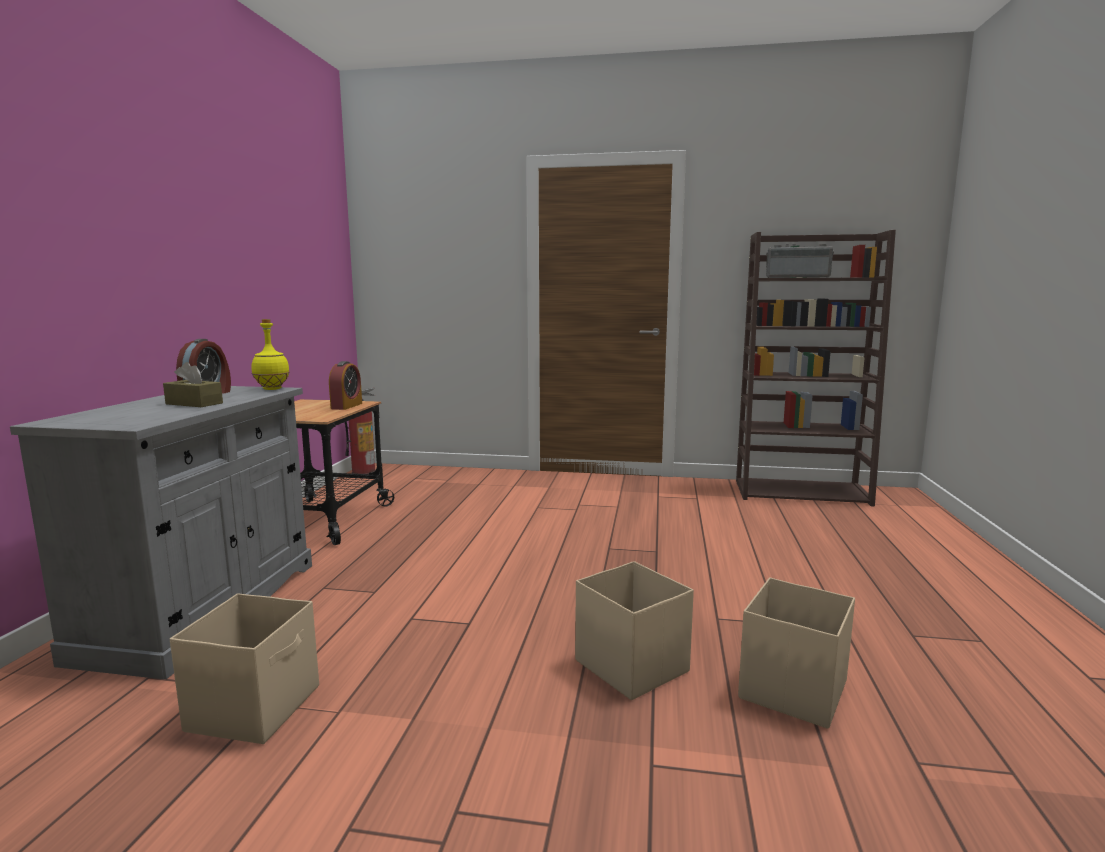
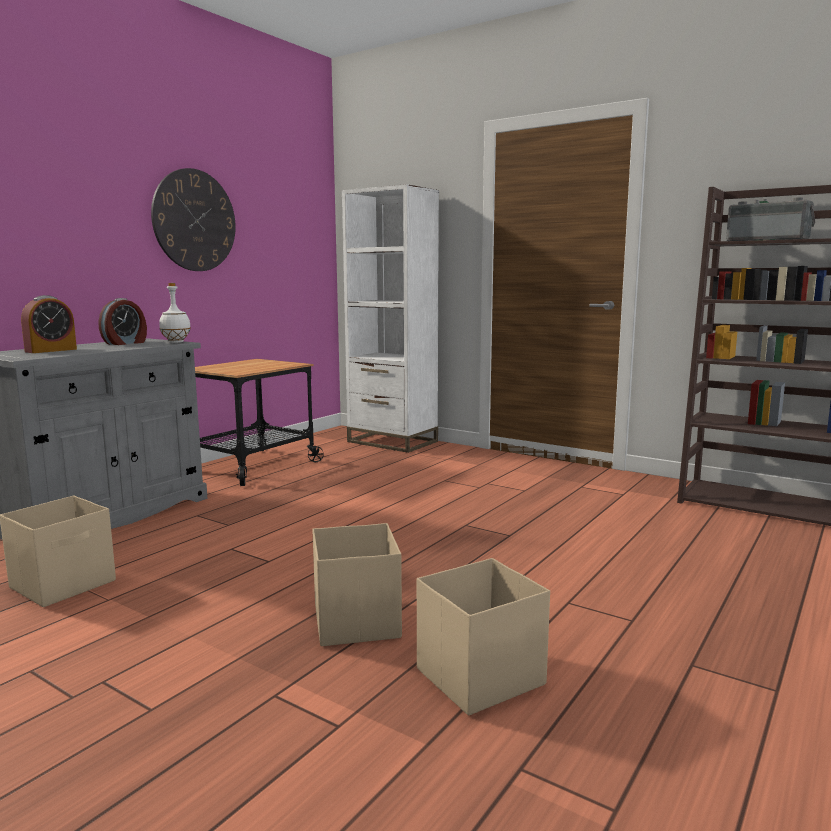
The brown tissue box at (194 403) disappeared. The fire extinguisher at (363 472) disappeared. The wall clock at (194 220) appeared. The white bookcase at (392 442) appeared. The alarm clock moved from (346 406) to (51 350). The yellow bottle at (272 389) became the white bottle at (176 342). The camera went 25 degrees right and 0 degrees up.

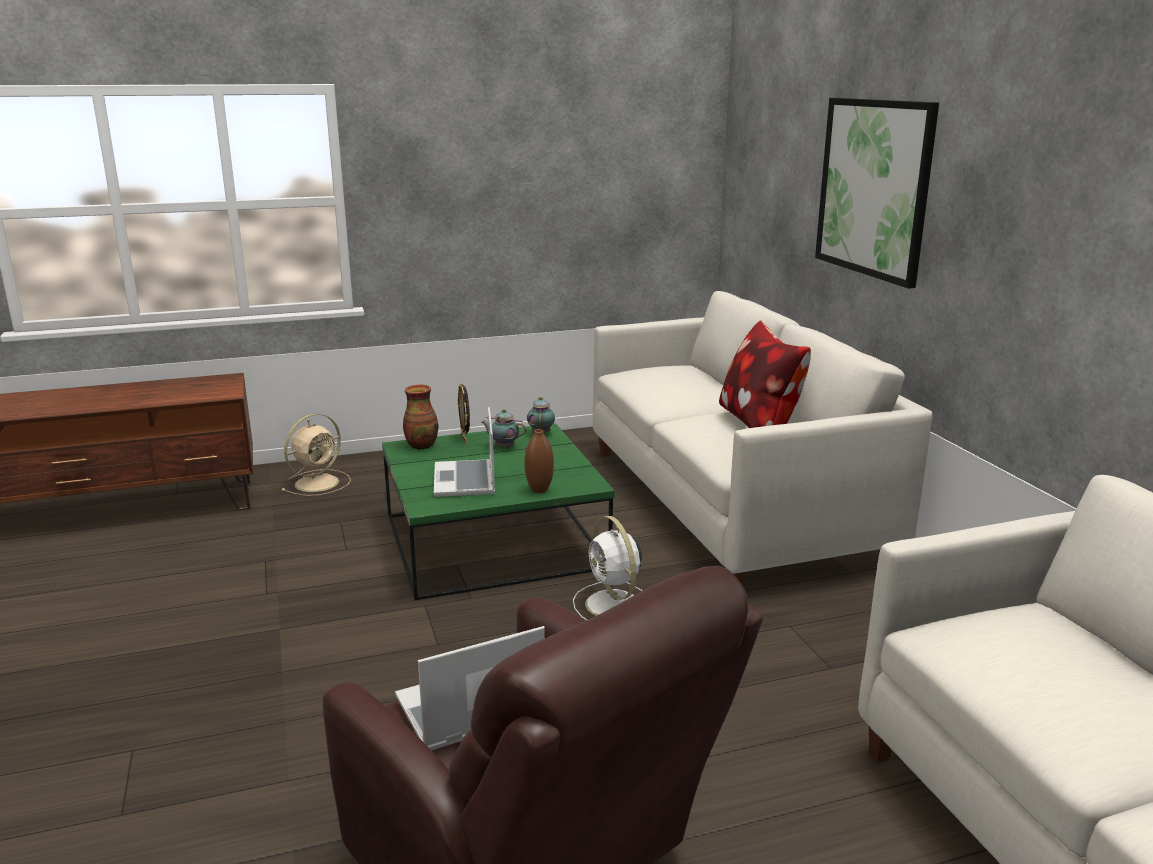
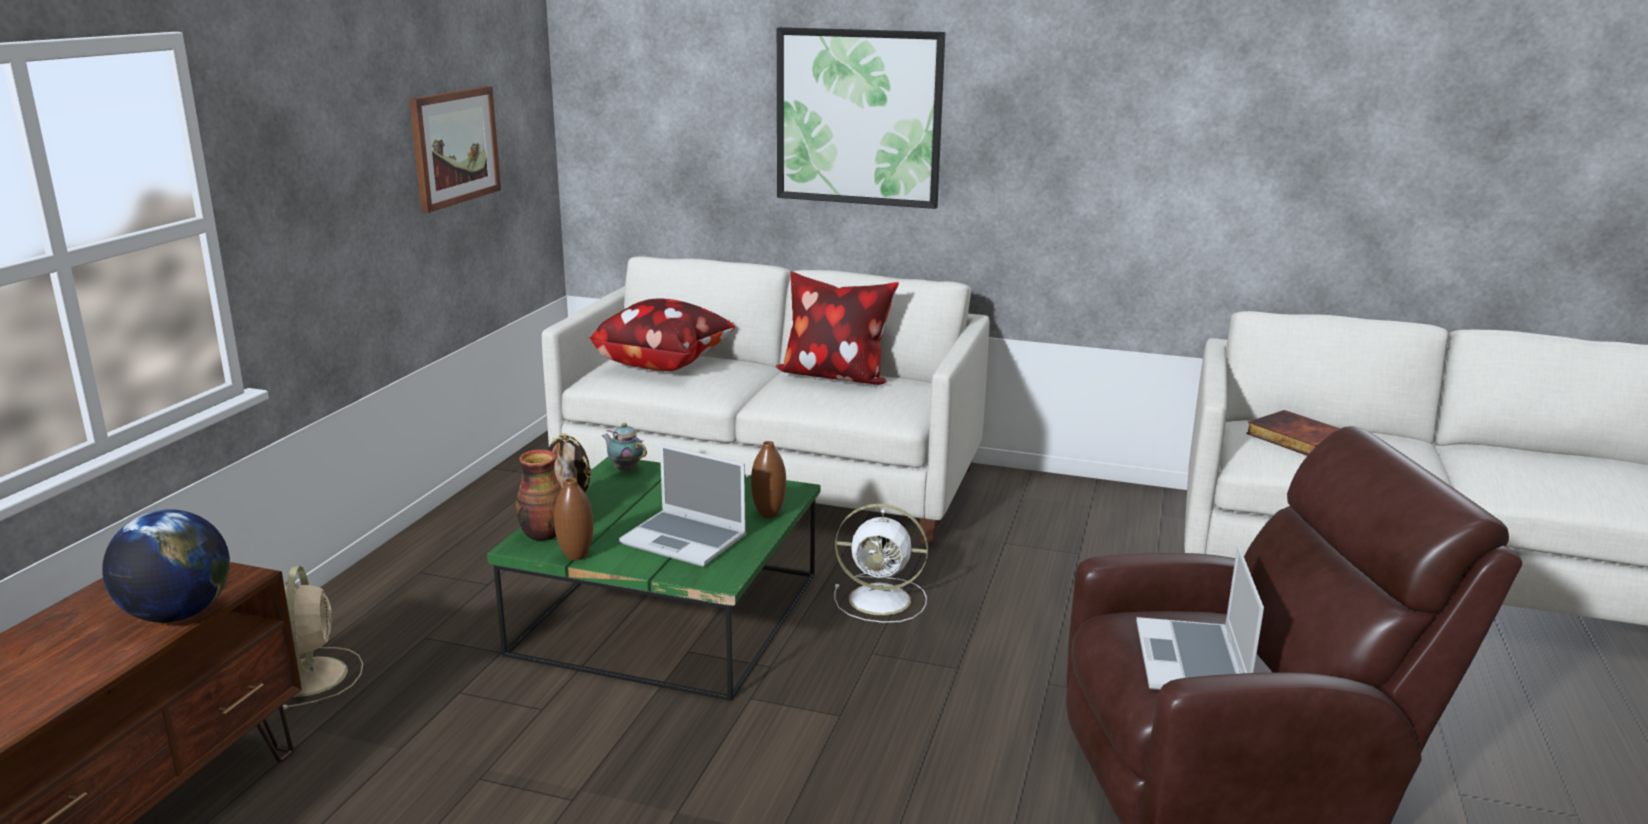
The teapot at (503 447) disappeared. The globe at (177 614) appeared. The picture at (454 147) appeared. The brown vase at (576 556) appeared. The pillow at (663 364) appeared. The book at (1295 439) appeared. The camera went 55 degrees left and 0 degrees up.

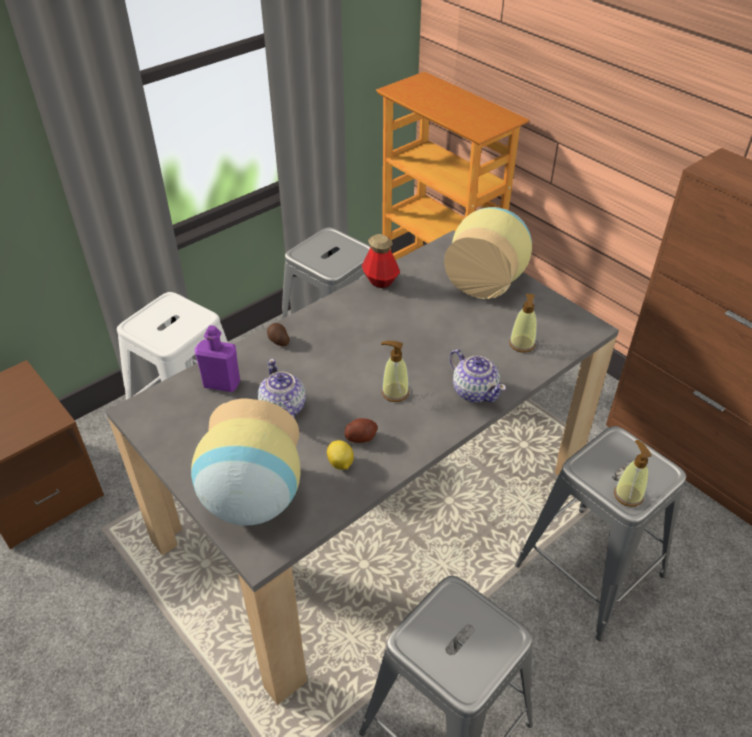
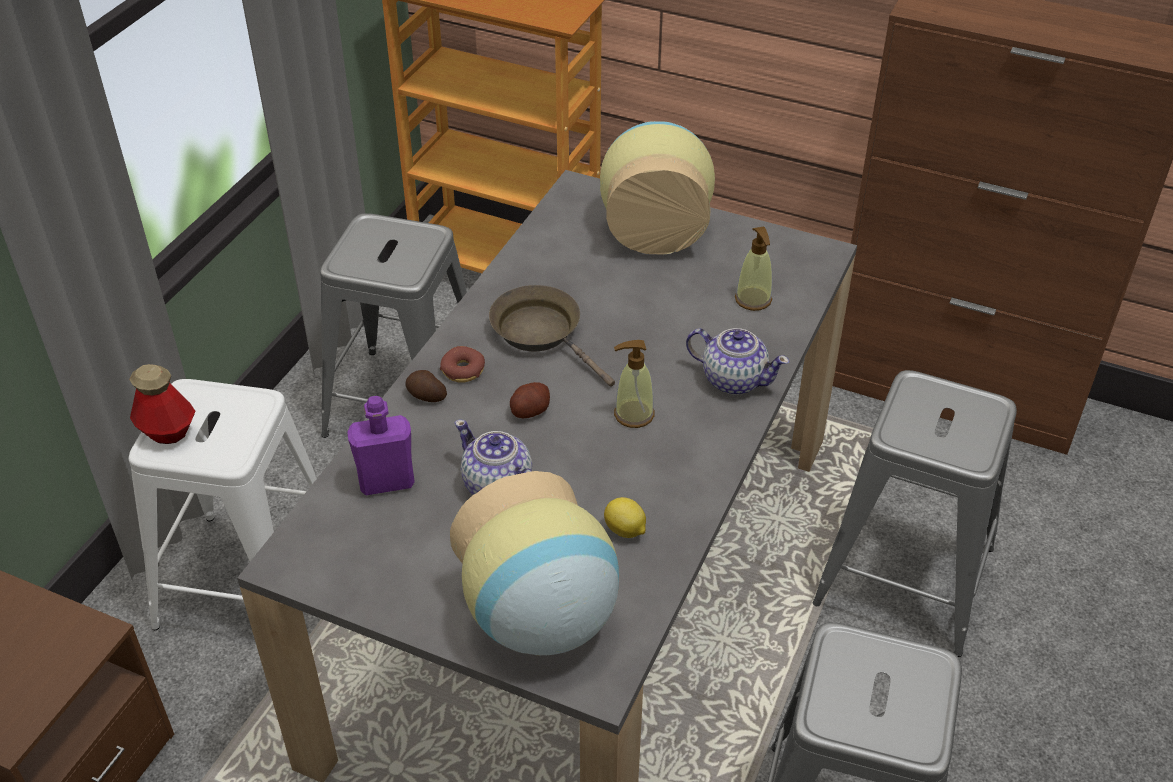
The soap dispenser at (628 495) disappeared. The donut at (463 370) appeared. The brown frying pan at (542 333) appeared. The potato moved from (361 437) to (530 410). The bottle moved from (380 281) to (168 431). The camera went 25 degrees left and 0 degrees up.

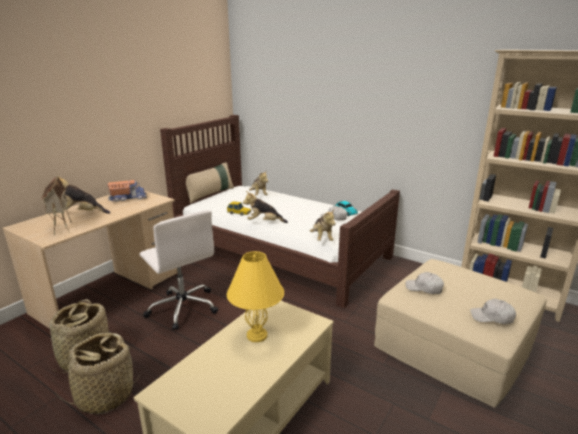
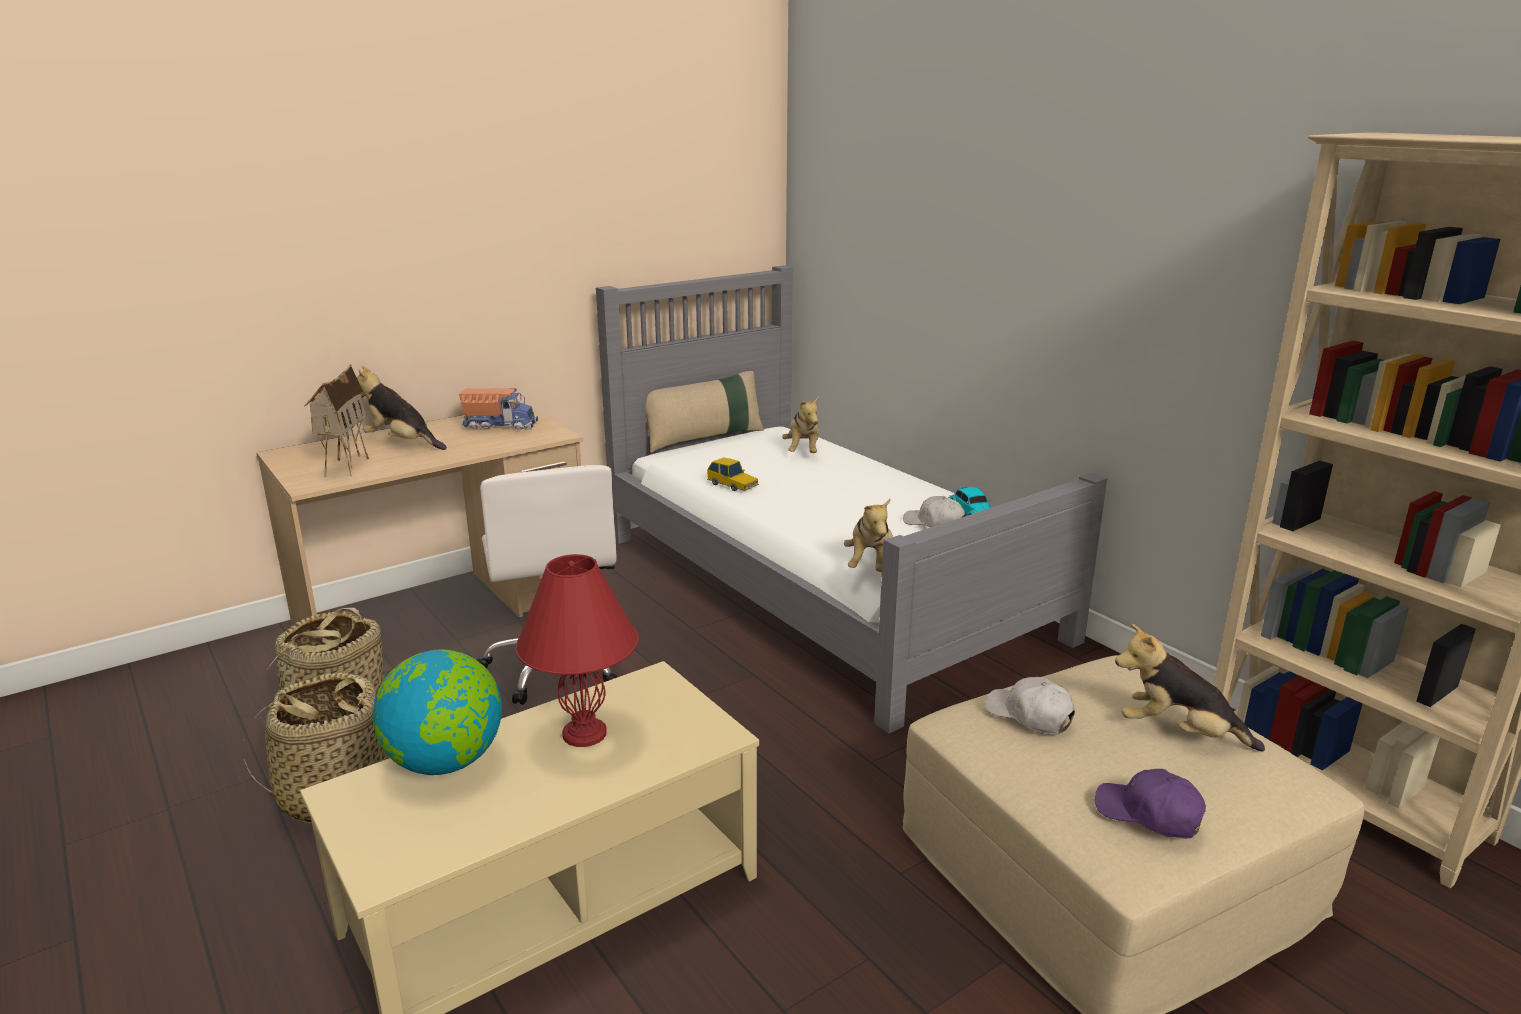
The globe at (446 762) appeared. The plush toy moved from (264 222) to (1178 733). The brown bed at (279 251) became the grey bed at (821 584). The yellow table lamp at (256 335) became the red table lamp at (585 733). The white cap at (492 317) became the purple cap at (1148 814). The camera went 20 degrees right and 0 degrees up.

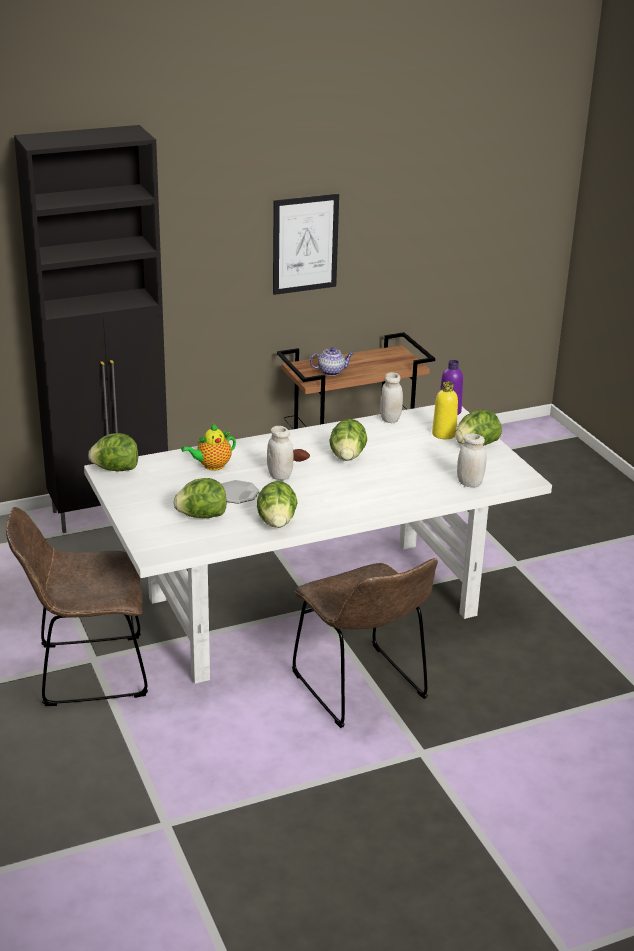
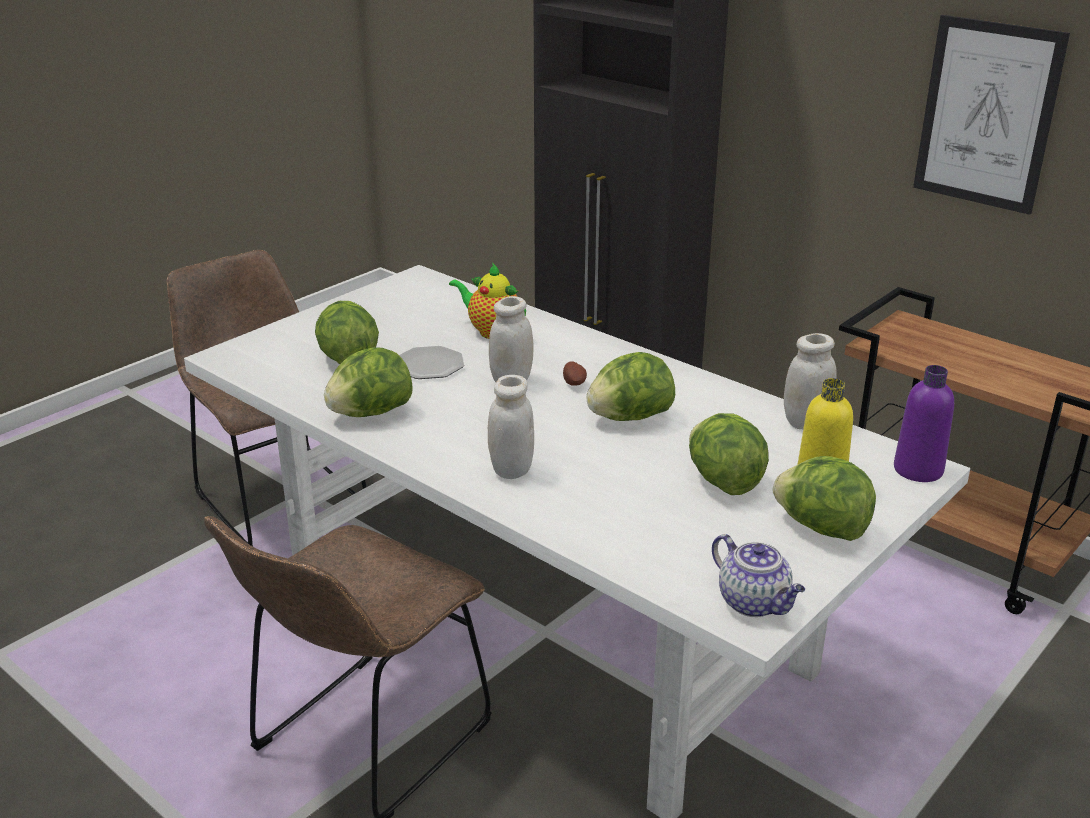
The lettuce moved from (115 469) to (723 481). The teapot moved from (331 372) to (755 603). The white jar moved from (469 483) to (511 469). The camera went 65 degrees right and 0 degrees up.

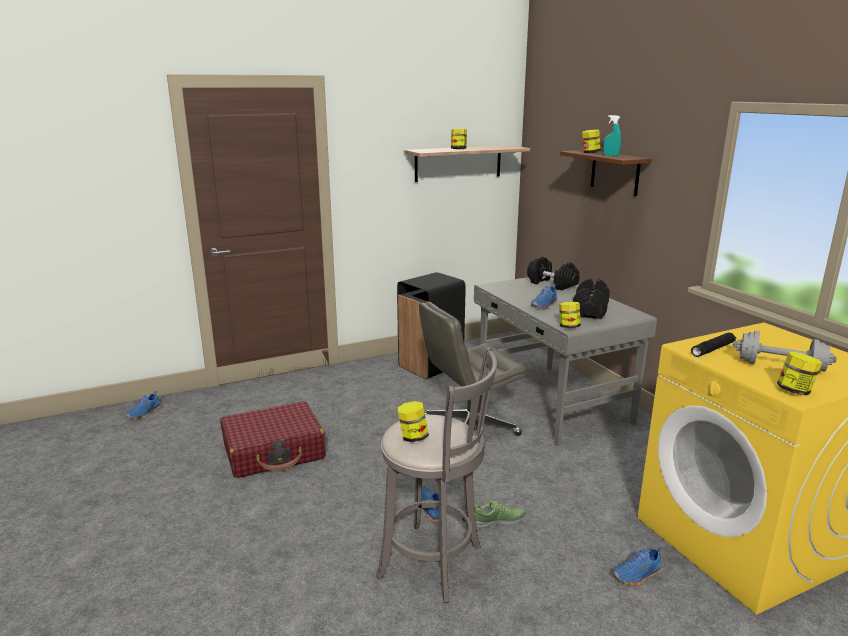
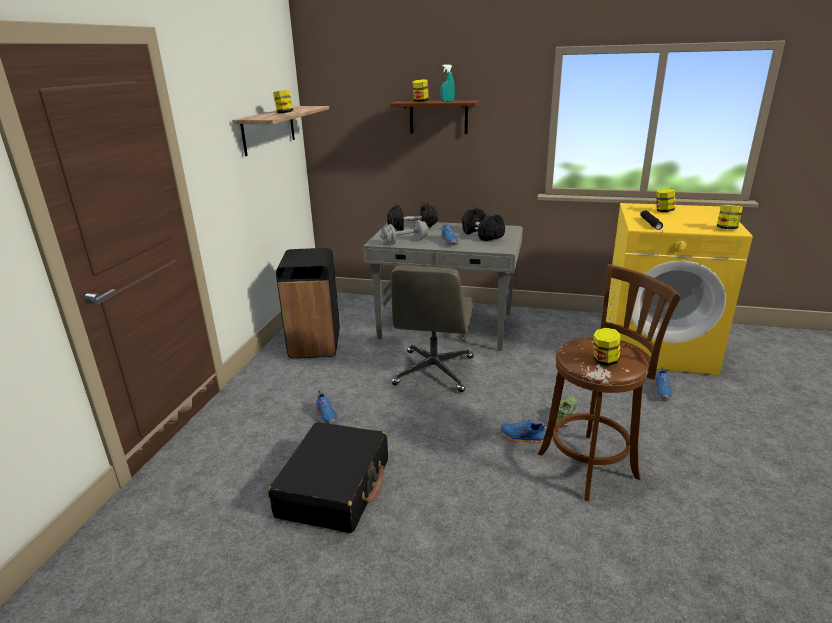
The blue shoe moved from (144 413) to (327 415). The jar moved from (568 327) to (664 211). The grey dumbbell moved from (780 367) to (405 241). The red suitcase at (274 452) became the black suitcase at (335 488). The grey stool at (435 563) became the brown stool at (591 464). The camera went 50 degrees left and 5 degrees up.

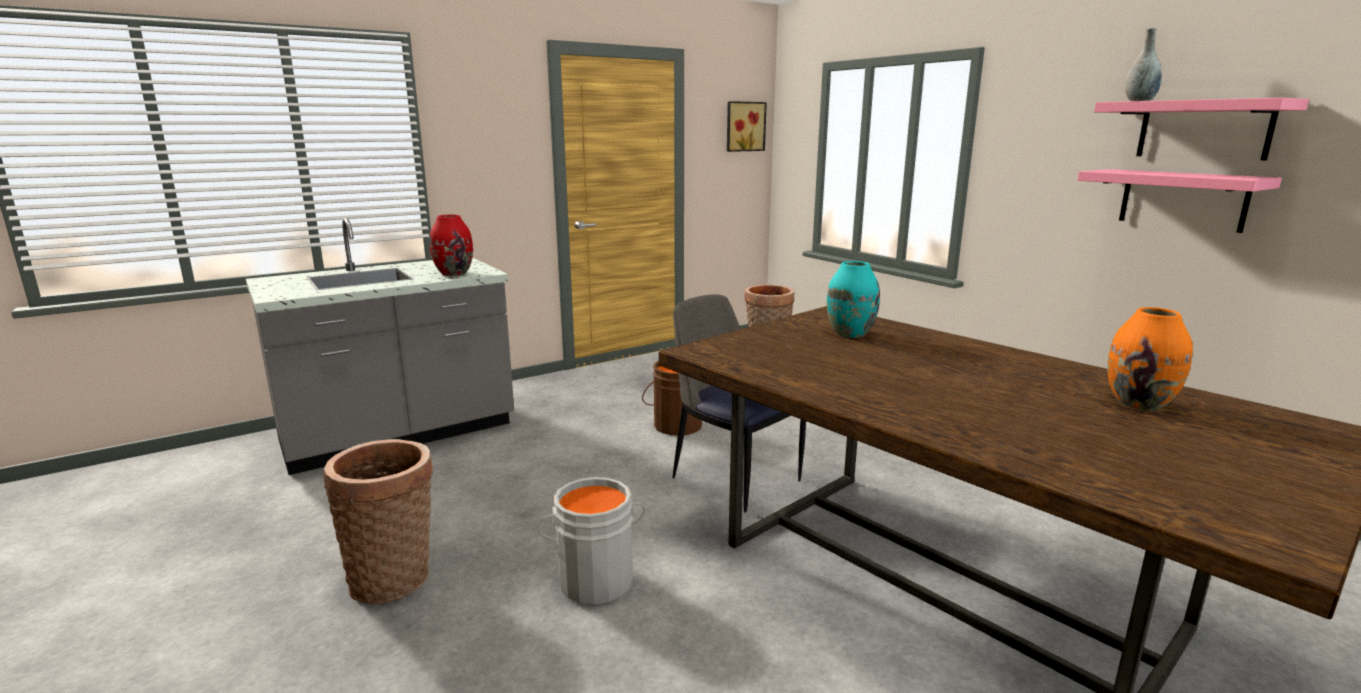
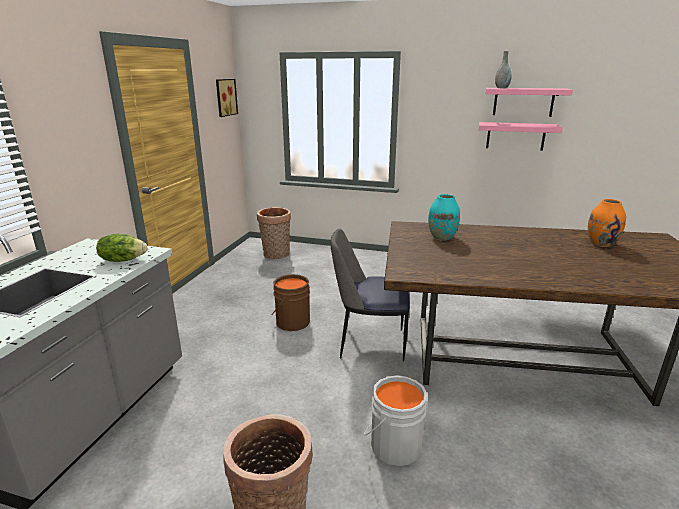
The red vase at (454 273) was replaced by the lettuce at (123 260). The camera went 40 degrees left and 5 degrees up.

